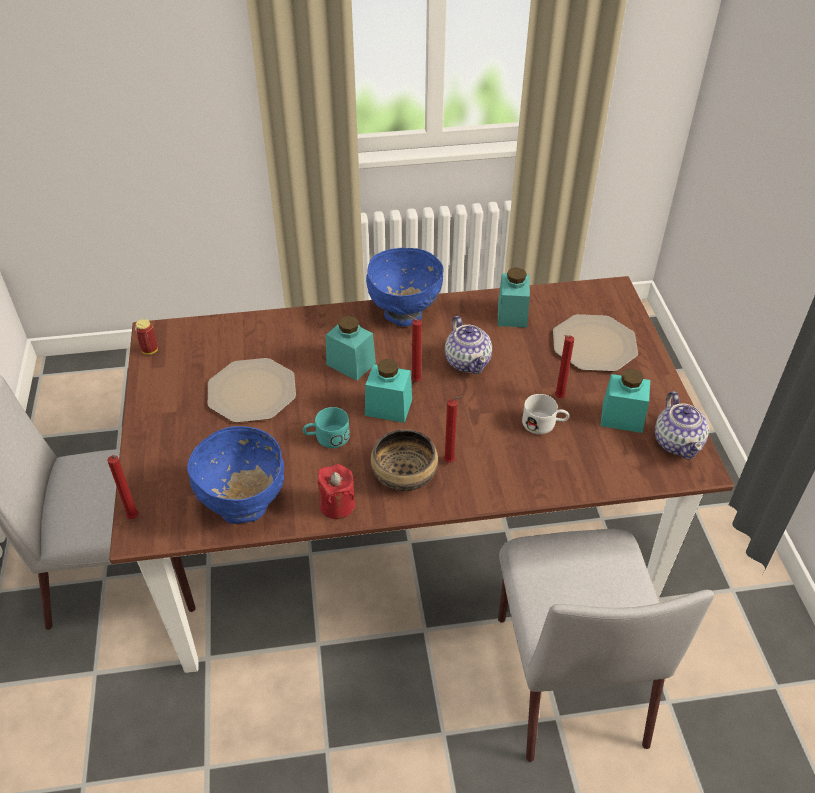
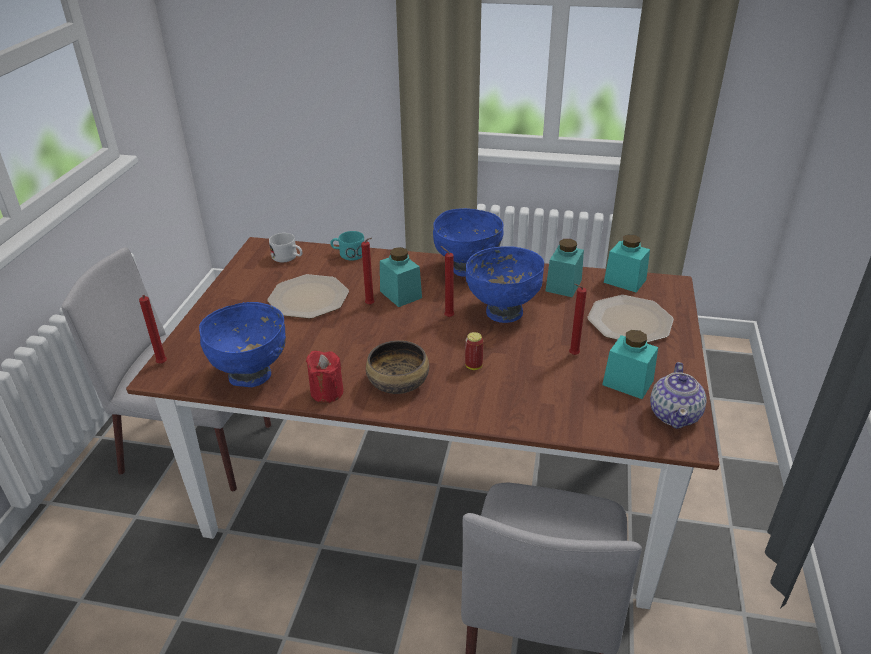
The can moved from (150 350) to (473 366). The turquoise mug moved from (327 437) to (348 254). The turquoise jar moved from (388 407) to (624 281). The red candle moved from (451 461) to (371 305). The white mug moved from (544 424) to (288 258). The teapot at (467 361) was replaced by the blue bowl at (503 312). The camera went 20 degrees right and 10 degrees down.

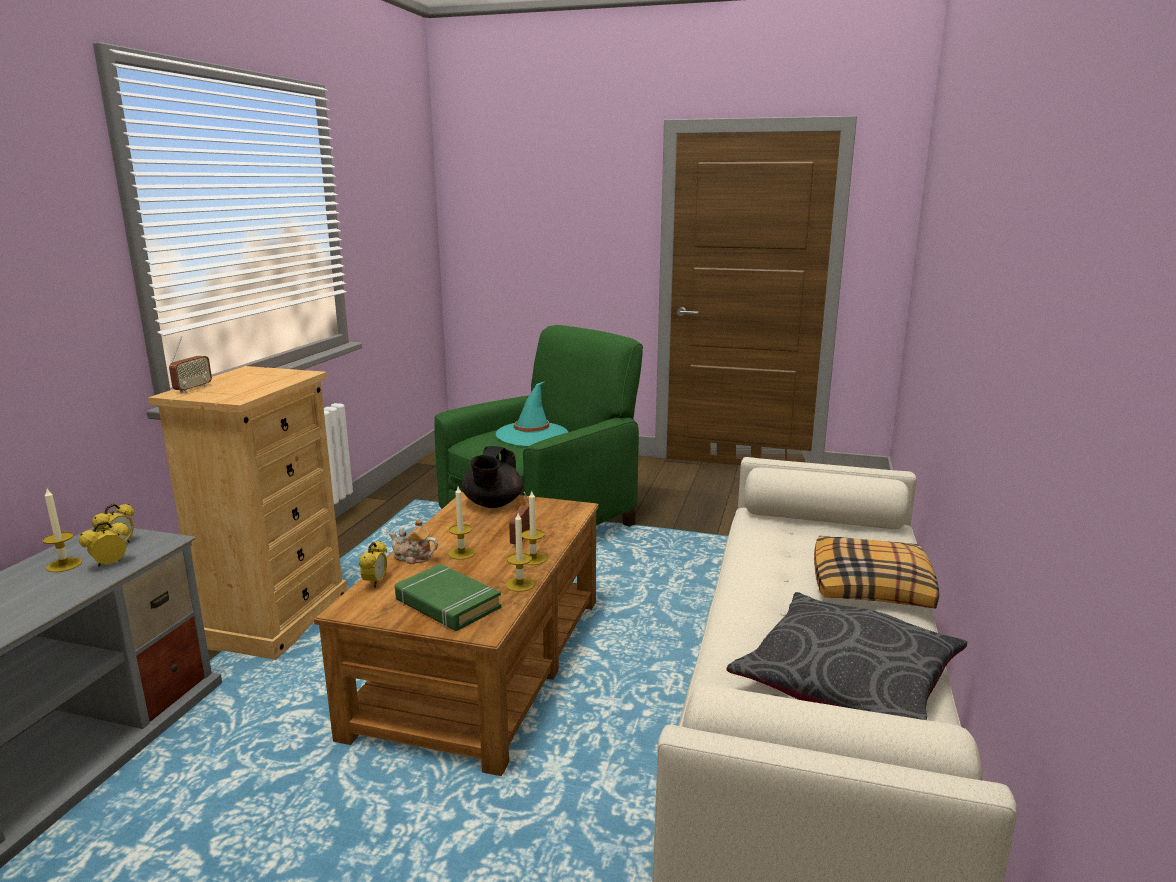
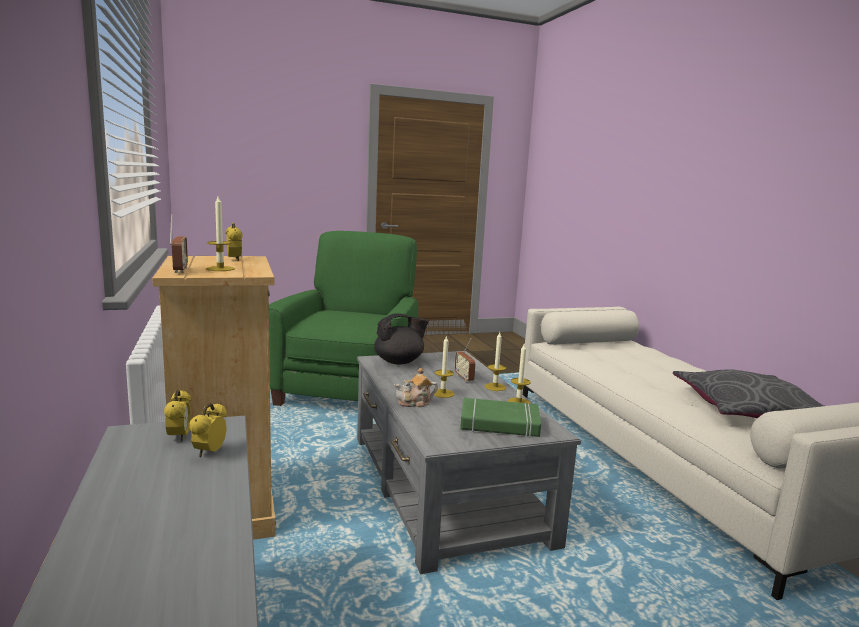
The turquoise hat at (532 435) disappeared. The pillow at (872 586) disappeared. The candle moved from (64 565) to (220 269). The alarm clock moved from (375 583) to (234 259). The brown coffee table at (480 664) became the grey coffee table at (444 487). The black teapot at (492 504) turned 90 degrees counterclockwise. The camera went 35 degrees left and 5 degrees down.

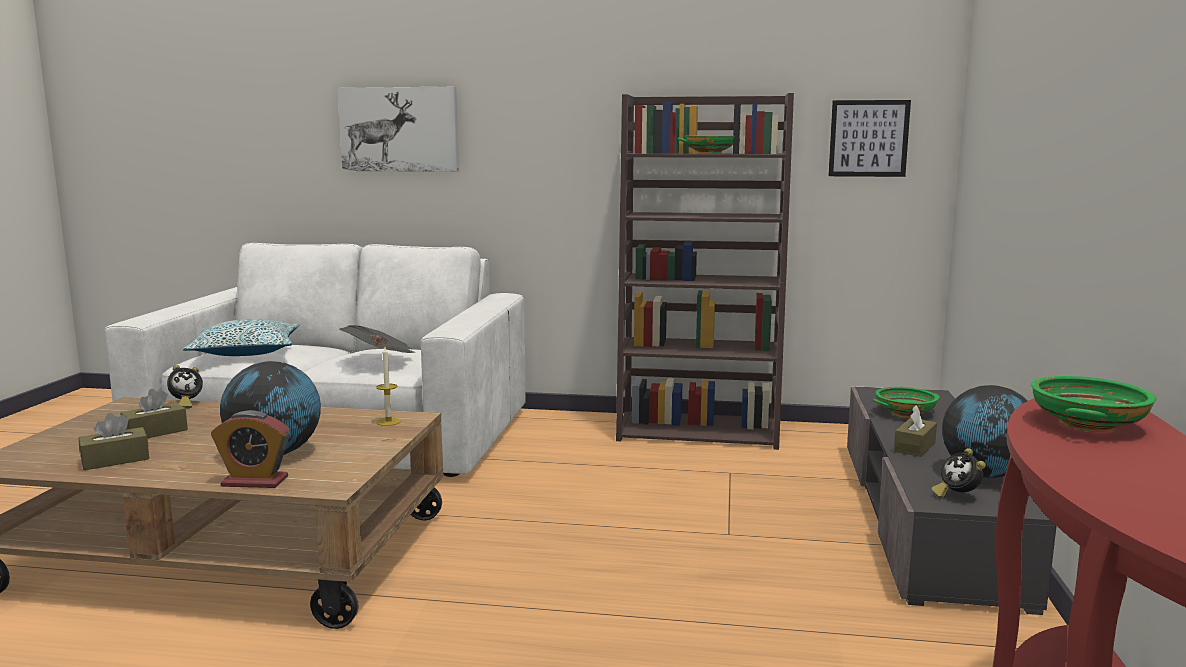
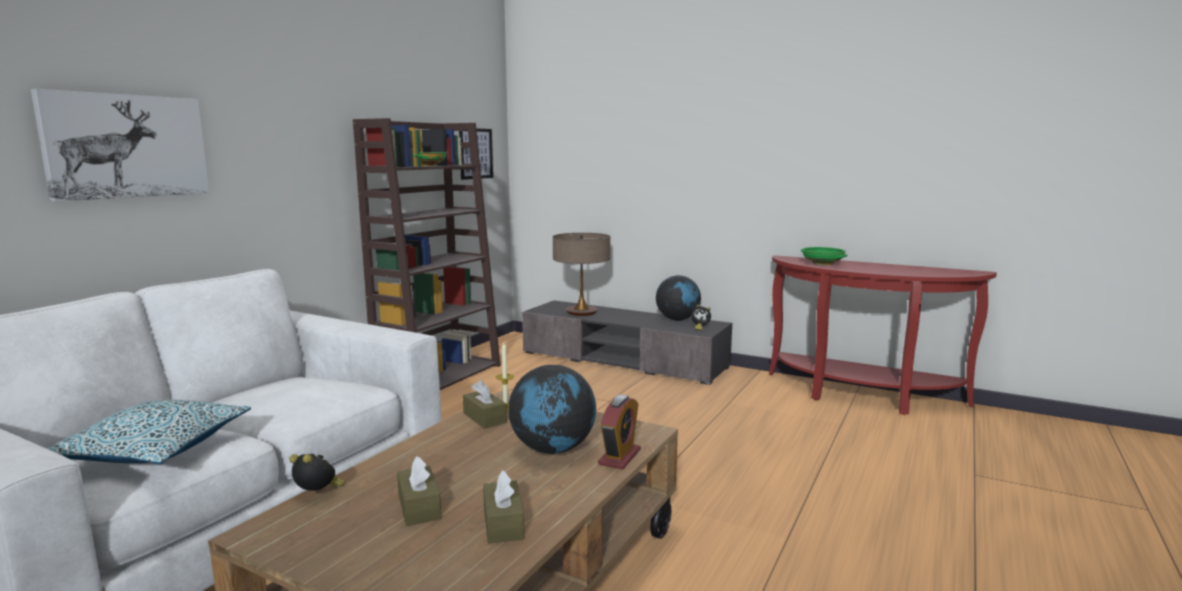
The newspaper at (381 359) disappeared. The brown tissue box moved from (914 447) to (484 418). The green bowl at (905 413) was replaced by the table lamp at (581 312). The alarm clock at (185 404) turned 45 degrees counterclockwise. The camera went 70 degrees left and 0 degrees up.

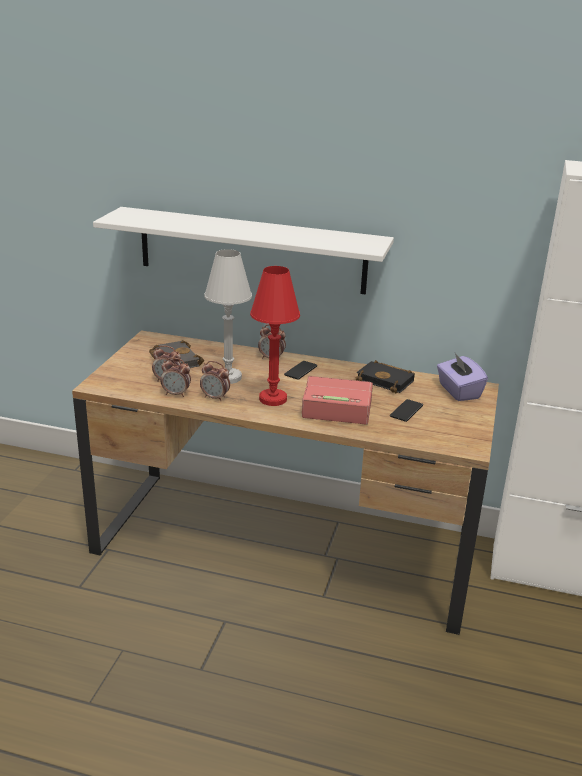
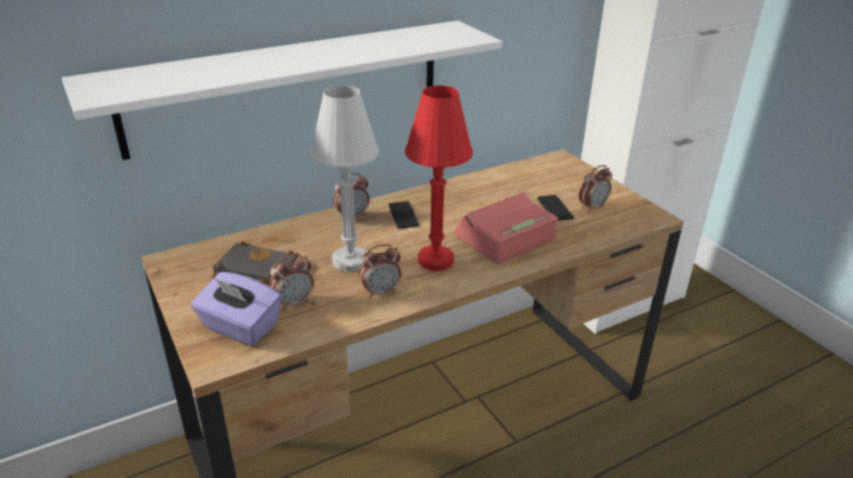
The black book at (387 381) disappeared. The alarm clock moved from (176 394) to (592 207). The purple tissue box moved from (458 391) to (239 327). The camera went 45 degrees left and 5 degrees up.

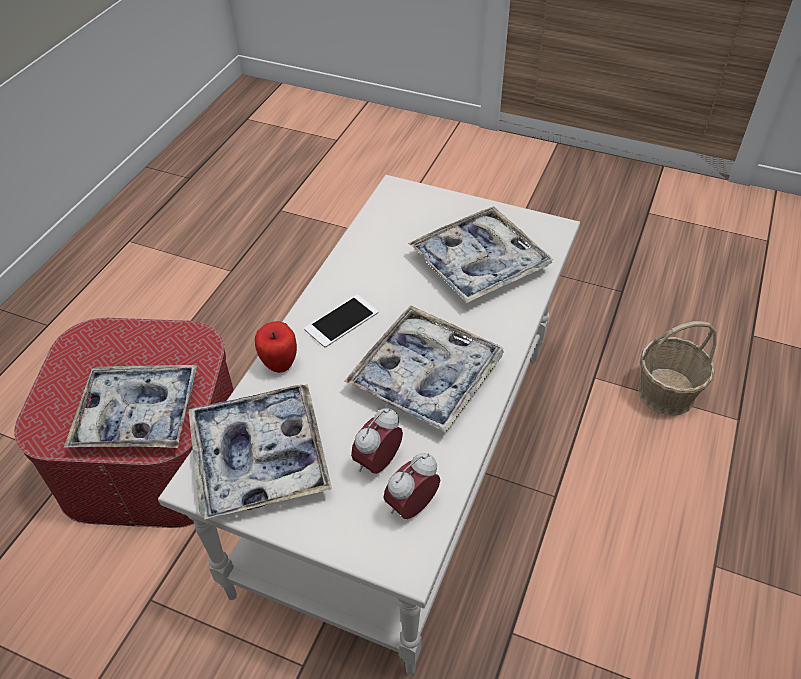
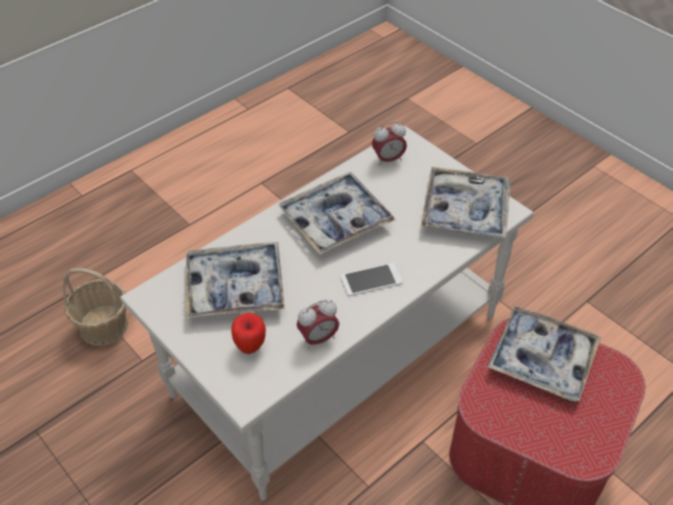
The apple moved from (279 364) to (250 347). The alarm clock moved from (378 462) to (318 339). The camera went 155 degrees left and 0 degrees up.

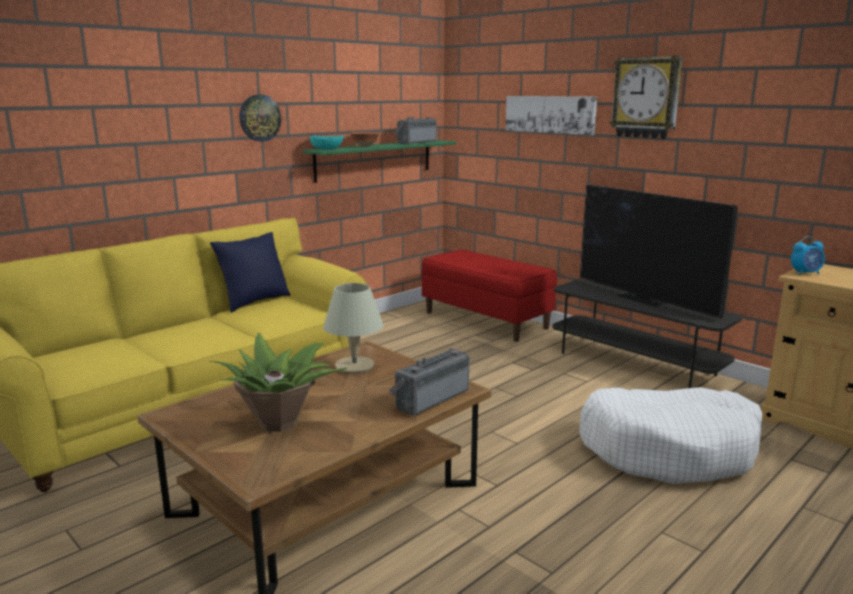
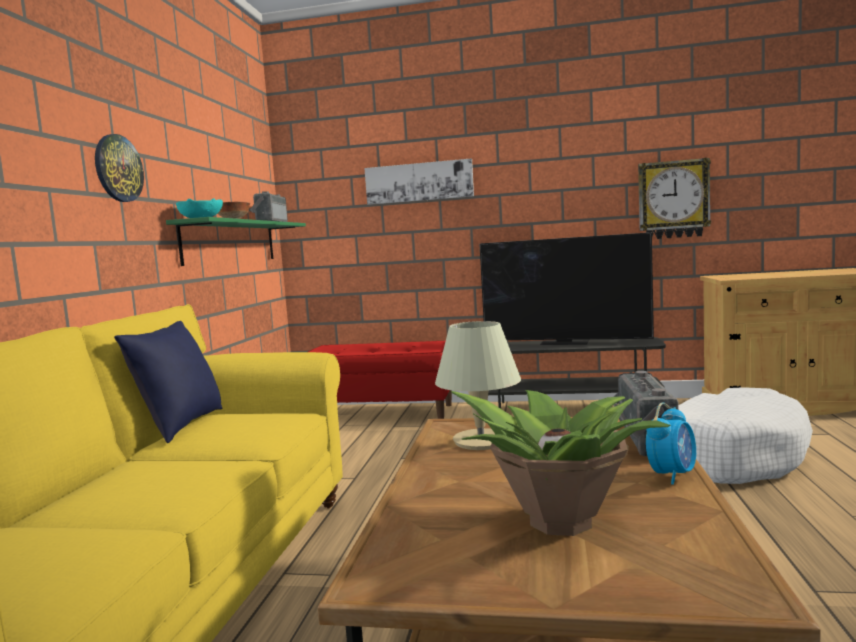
The wall clock moved from (646 98) to (673 199). The alarm clock moved from (805 273) to (672 475). The camera went 35 degrees left and 10 degrees down.

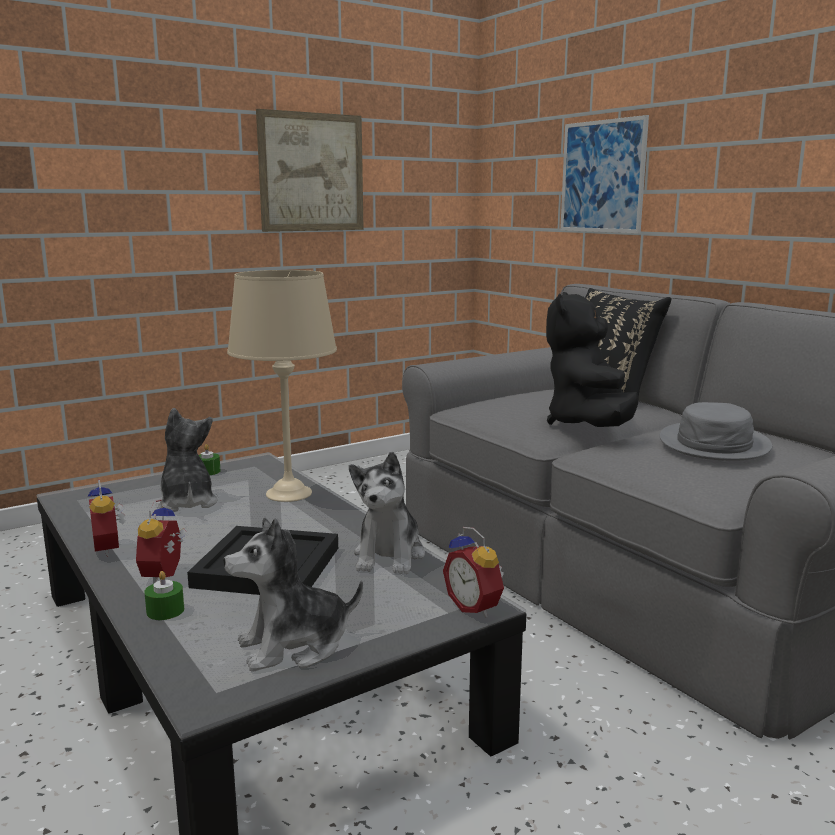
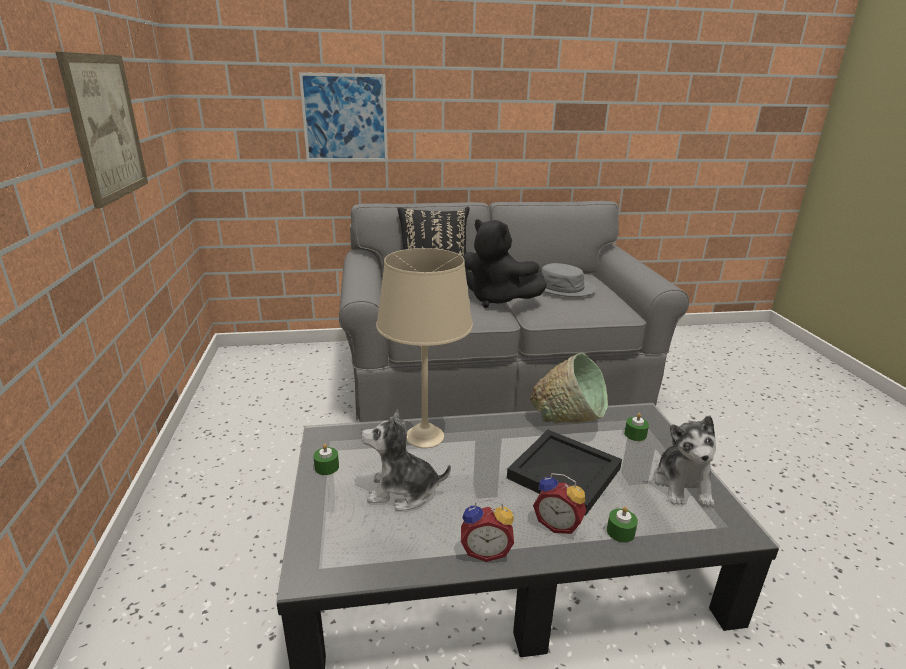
The alarm clock at (476 607) disappeared. The green candle at (635 434) appeared. The plush toy at (389 556) was replaced by the green bowl at (569 423). The camera went 65 degrees left and 10 degrees up.

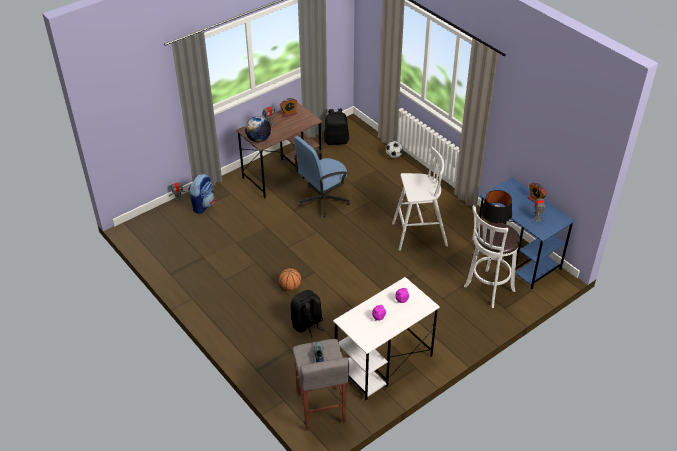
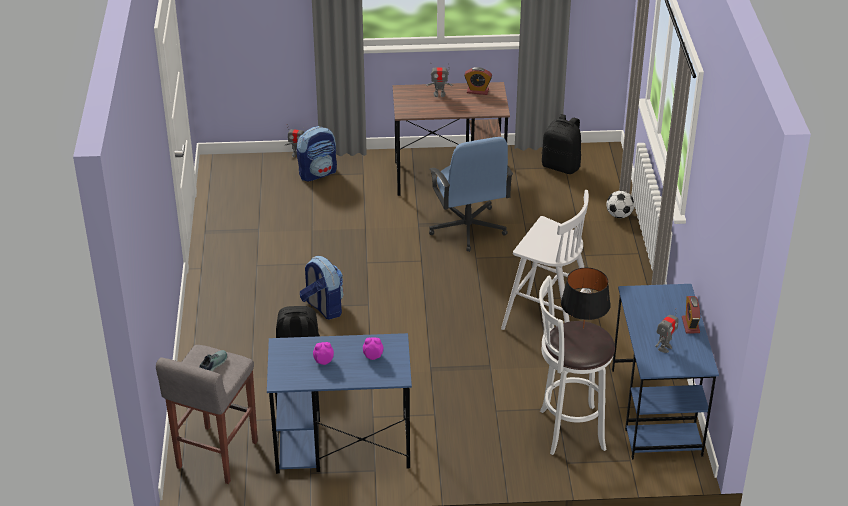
The globe at (258 139) disappeared. The basketball at (290 286) was replaced by the backpack at (323 307). The white desk at (383 363) became the blue desk at (341 445). The blue office chair at (323 200) turned 105 degrees counterclockwise. The camera went 35 degrees right and 5 degrees down.

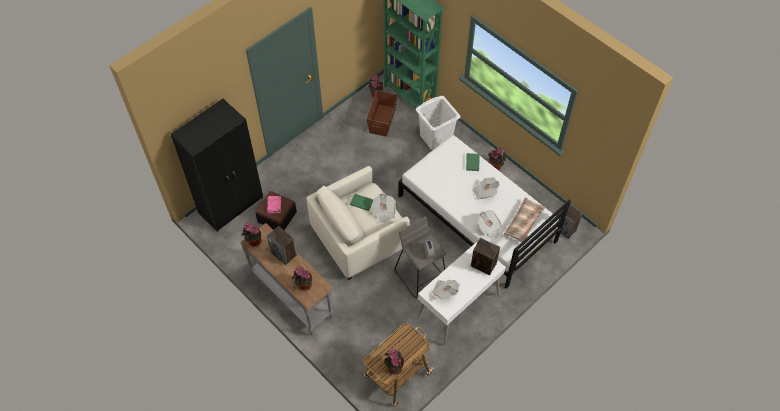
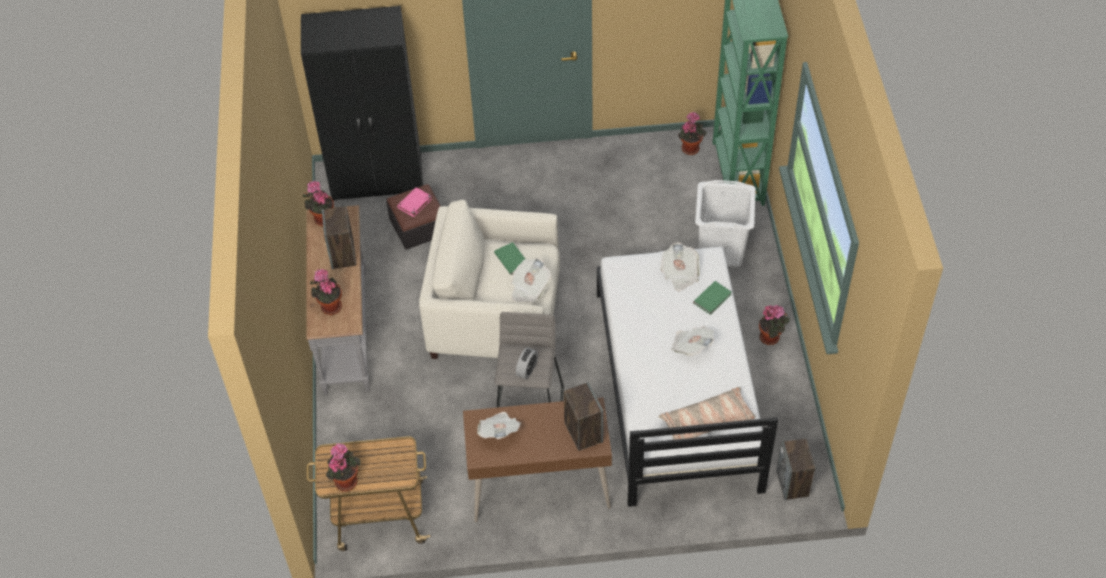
The brown storage box at (382 120) disappeared. The newspaper moved from (489 227) to (680 274). The white desk at (458 307) became the brown desk at (539 486). The camera went 40 degrees right and 5 degrees down.

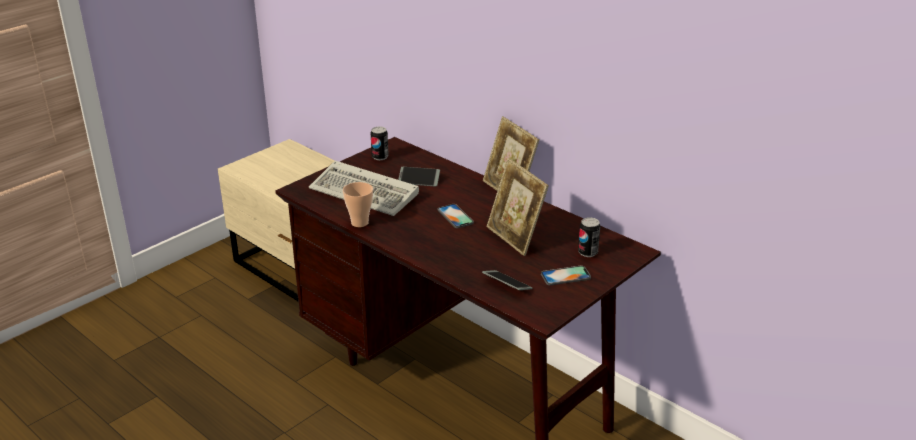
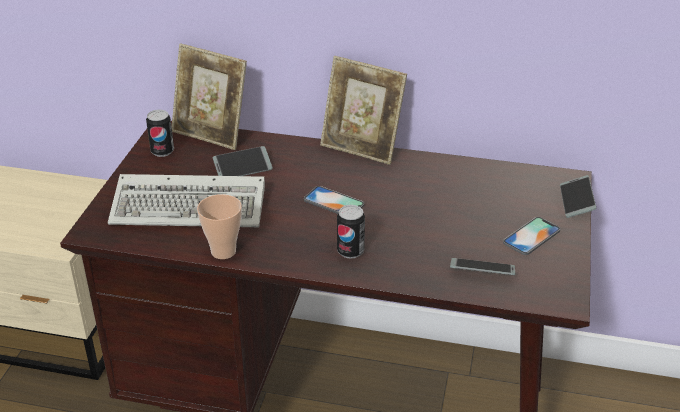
The phone at (576 201) appeared. The picture frame moved from (515 238) to (211 134). The can moved from (587 252) to (350 251). The camera went 30 degrees left and 5 degrees up.

